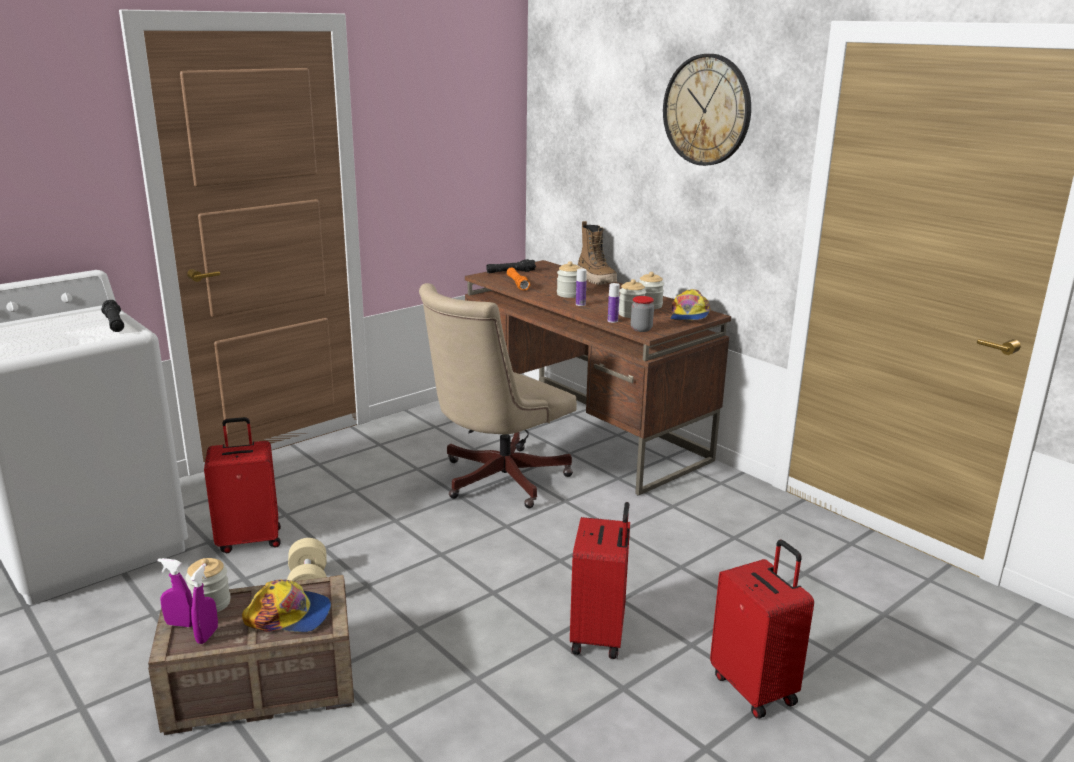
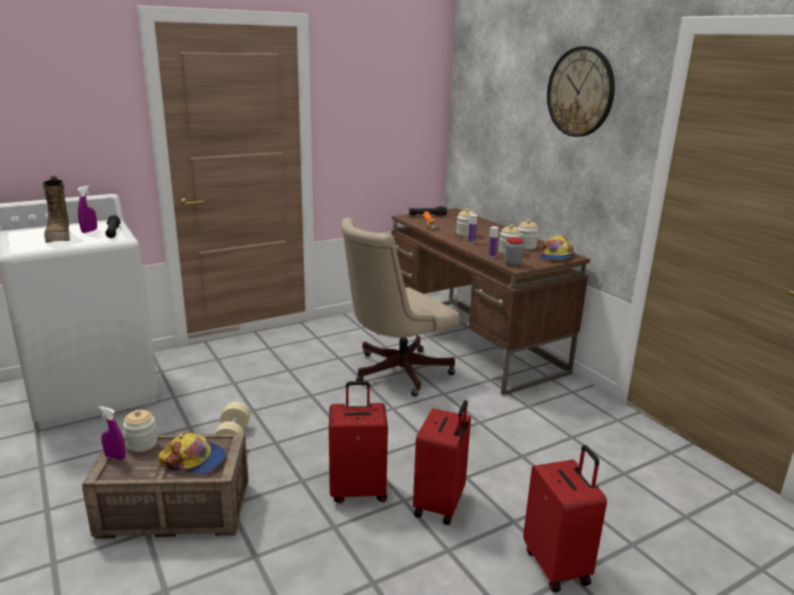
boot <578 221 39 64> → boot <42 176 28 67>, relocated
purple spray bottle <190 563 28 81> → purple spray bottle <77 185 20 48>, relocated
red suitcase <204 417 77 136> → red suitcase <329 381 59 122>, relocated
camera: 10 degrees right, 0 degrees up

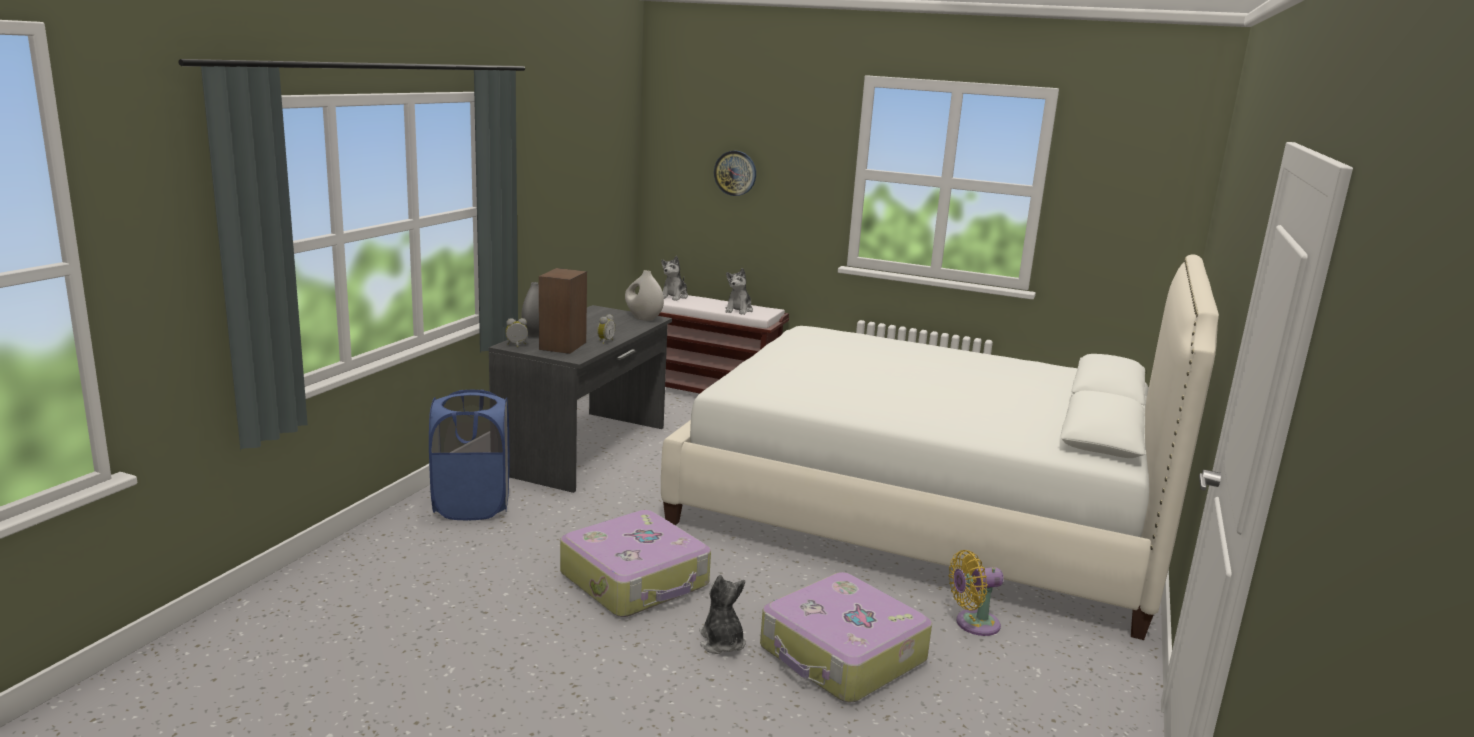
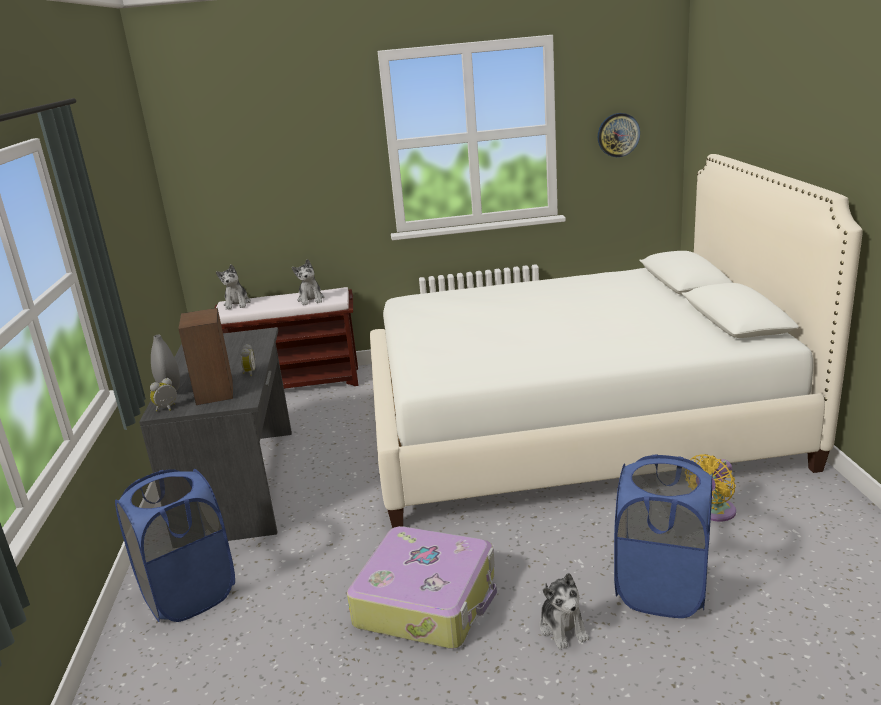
plush toy <699 575 47 79> → plush toy <539 573 50 76>, 150 degrees counterclockwise
wall clock <714 151 42 45> → wall clock <598 113 42 44>, relocated
suitcase <760 572 172 130> → blue laundry basket <614 455 99 163>
white vase <625 270 39 51> → -
camera: 25 degrees left, 5 degrees up

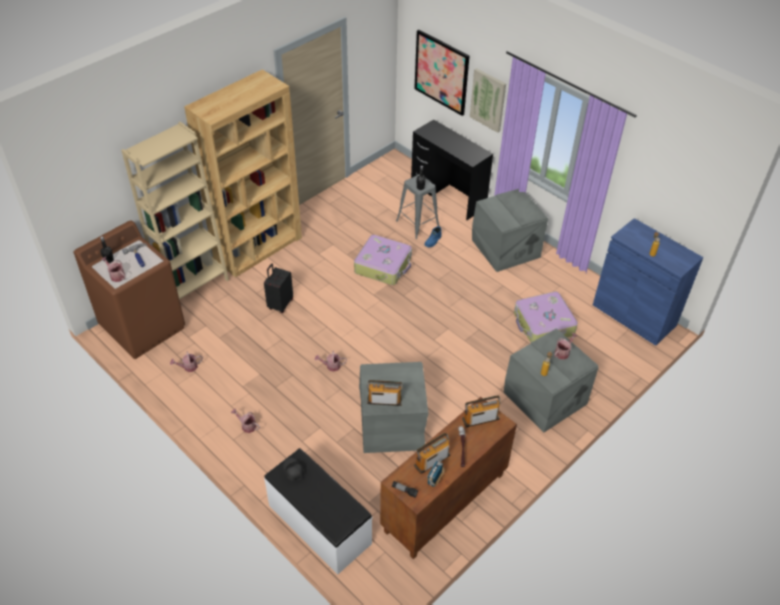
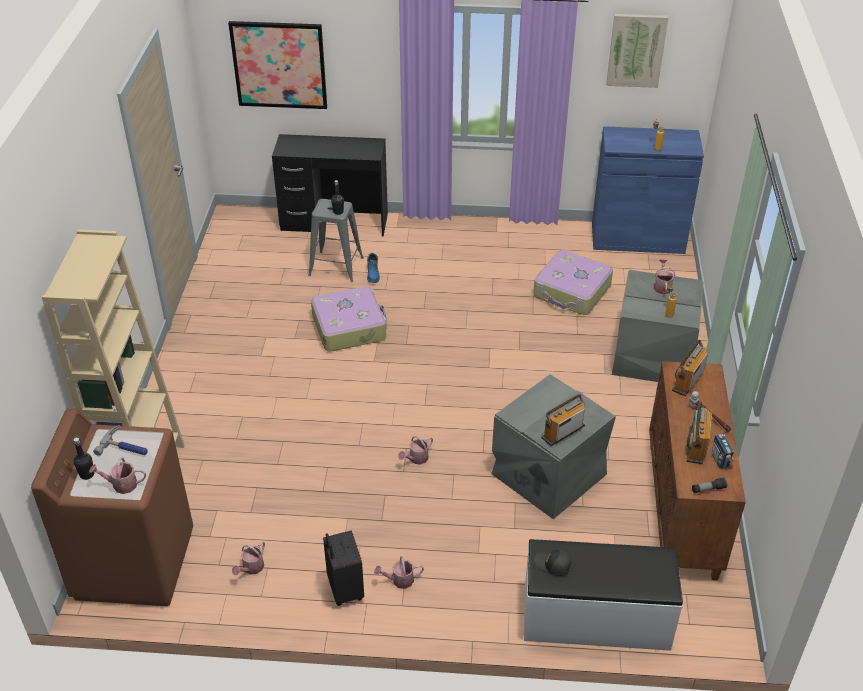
black suitcase <264 264 29 49> → black suitcase <323 531 41 75>, relocated
picture <470 68 36 65> → picture <606 14 62 74>, relocated
brown bookcase <184 69 118 209> → -
grey storage box <472 189 76 83> → -
camera: 40 degrees left, 5 degrees down

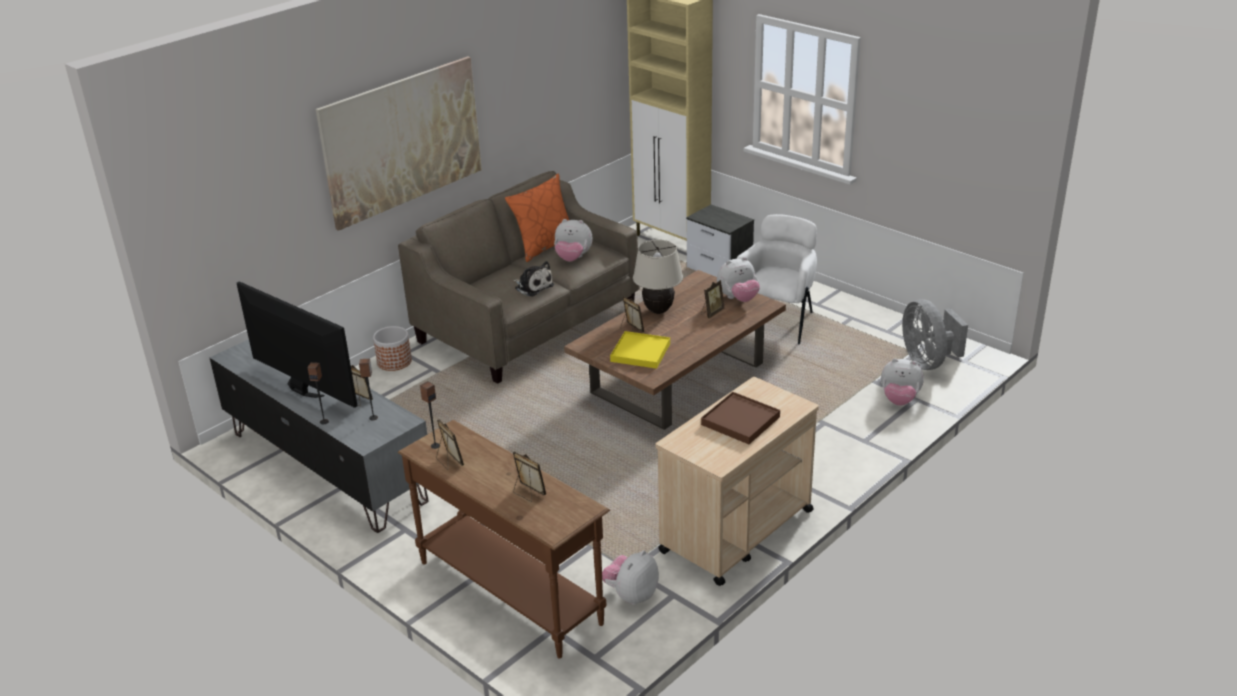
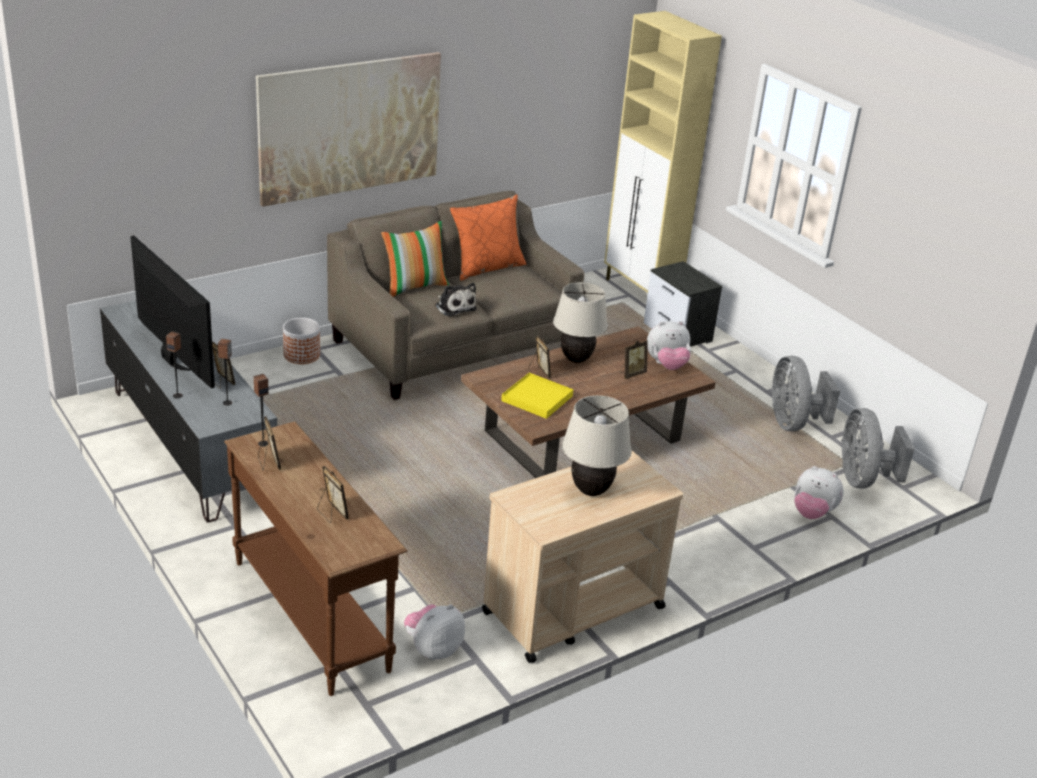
- → pillow <381 221 68 76>
brown tray <701 392 79 52> → beige table lamp <562 395 70 101>
- → grey fan <771 355 69 76>
plush toy <554 219 39 43> → -
white armchair <737 214 80 130> → -
camera: 10 degrees right, 0 degrees up

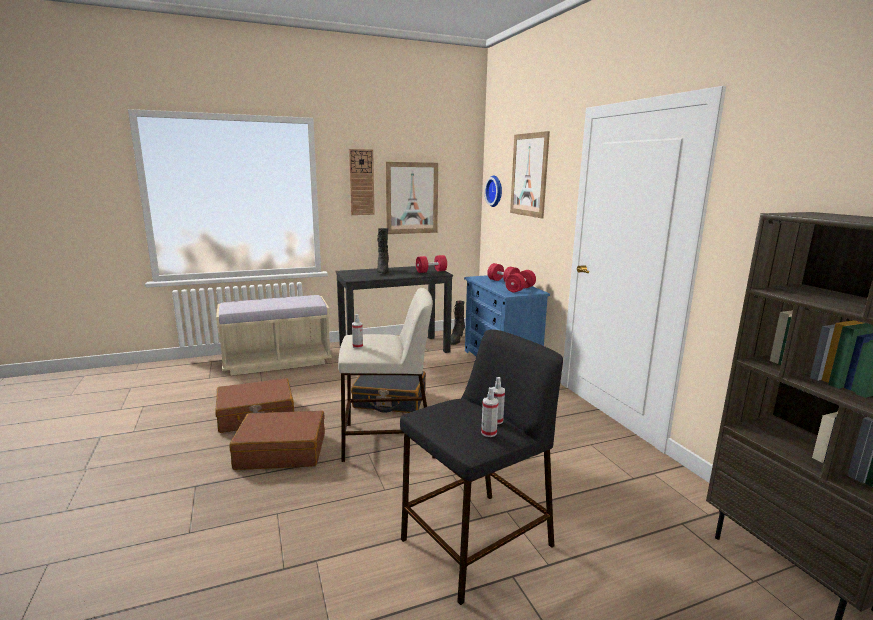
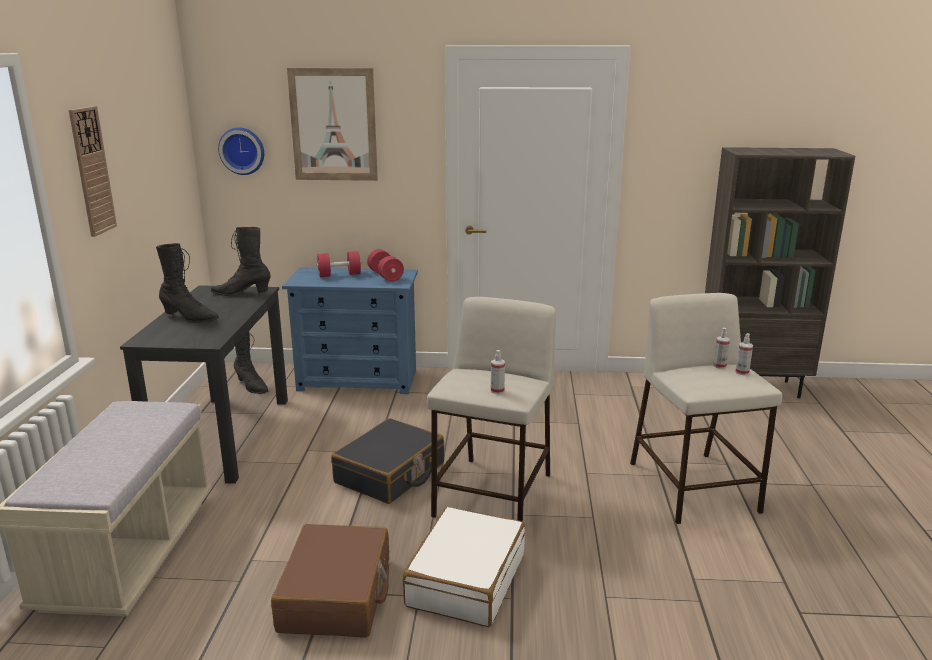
red dumbbell <416 255 31 18> → black boot <211 227 60 69>
brown suitcase <229 410 96 60> → white suitcase <403 507 122 120>
black stool <400 329 163 276> → beige stool <630 293 152 231>
picture <385 162 53 72> → -
camera: 65 degrees left, 5 degrees up

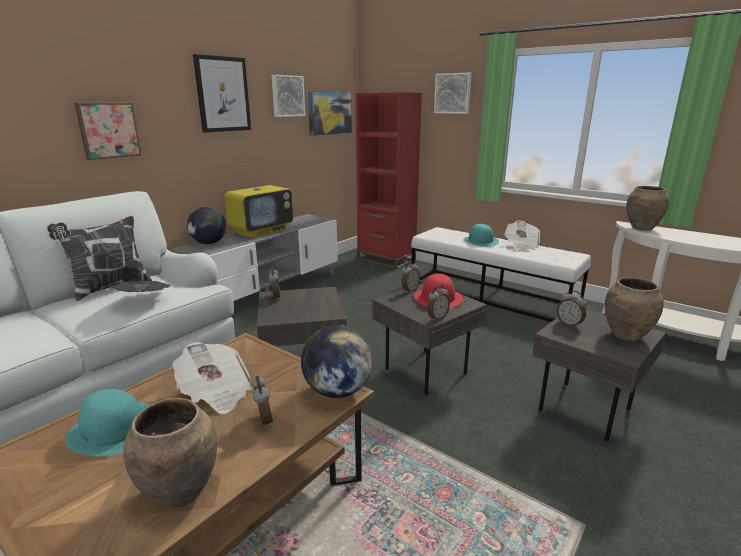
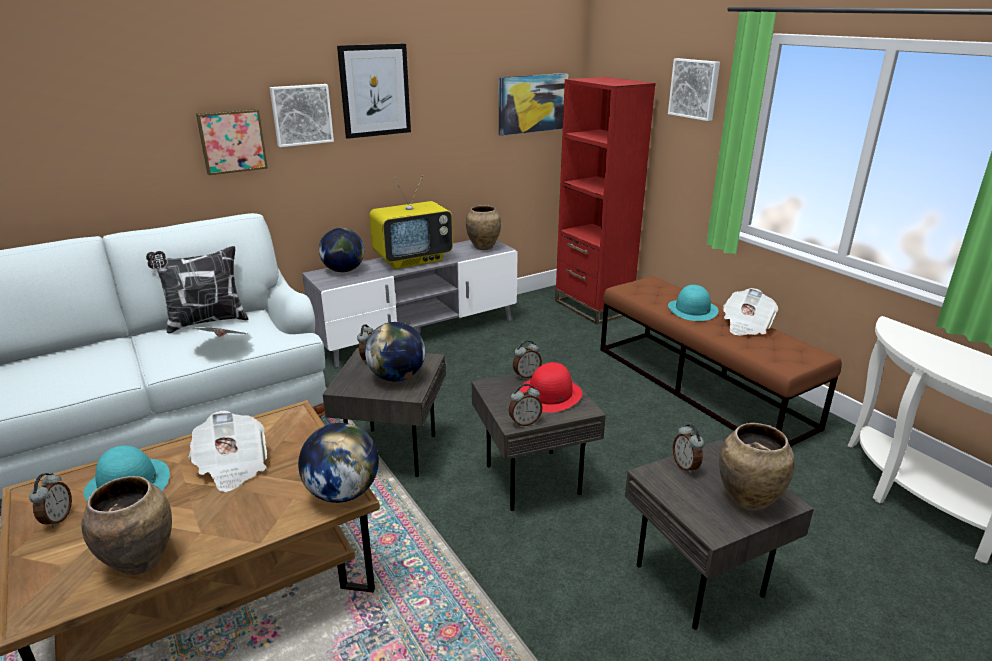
alarm clock <250 376 23 52> → alarm clock <29 473 43 55>, relocated
picture <271 75 34 42> → picture <270 84 64 63>, relocated
- → globe <365 322 60 60>
brown vase <626 186 43 45> → brown vase <466 205 35 45>, relocated
white bench <411 227 180 95> → brown bench <600 276 242 171>
camera: 20 degrees right, 5 degrees up

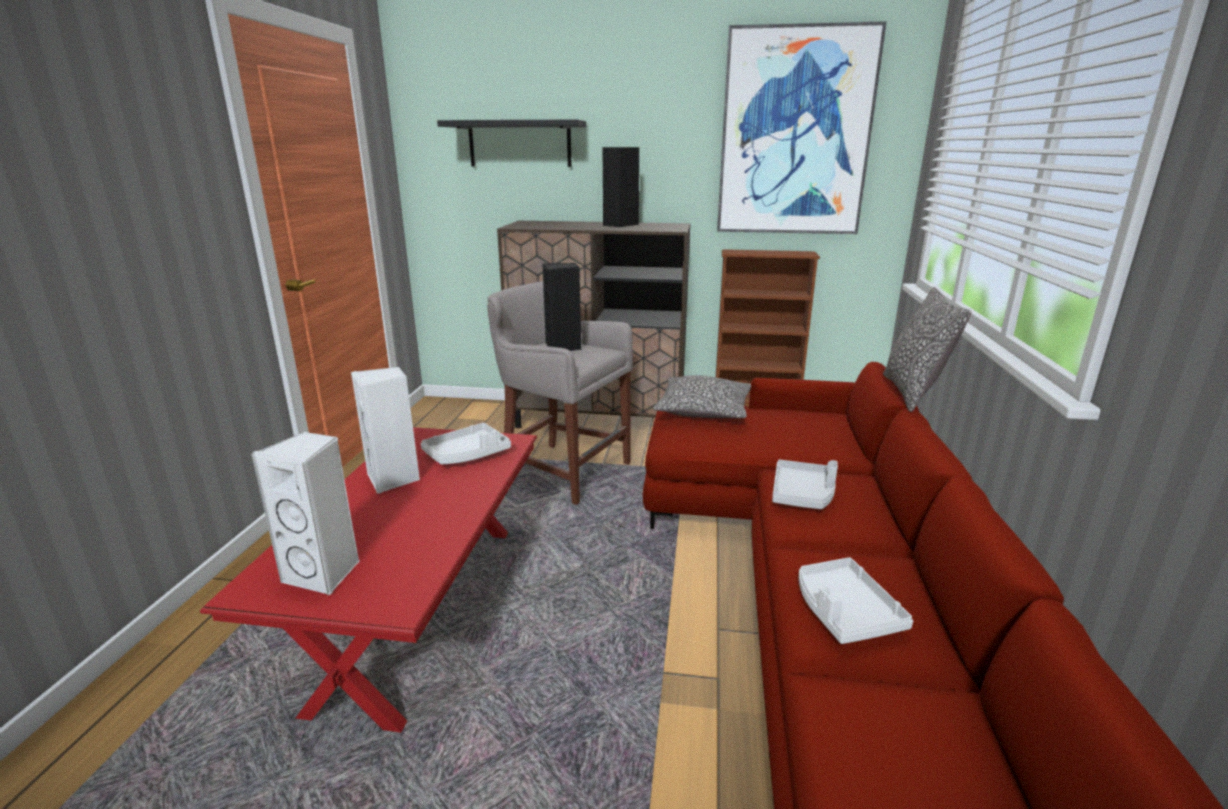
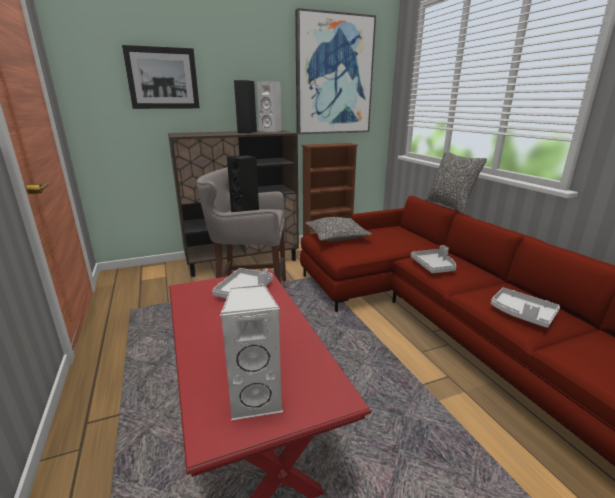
black shelf <437 119 149 48> → picture <122 45 78 64>
white speaker <351 367 69 127> → white speaker <257 81 24 51>, relocated
camera: 30 degrees left, 0 degrees up

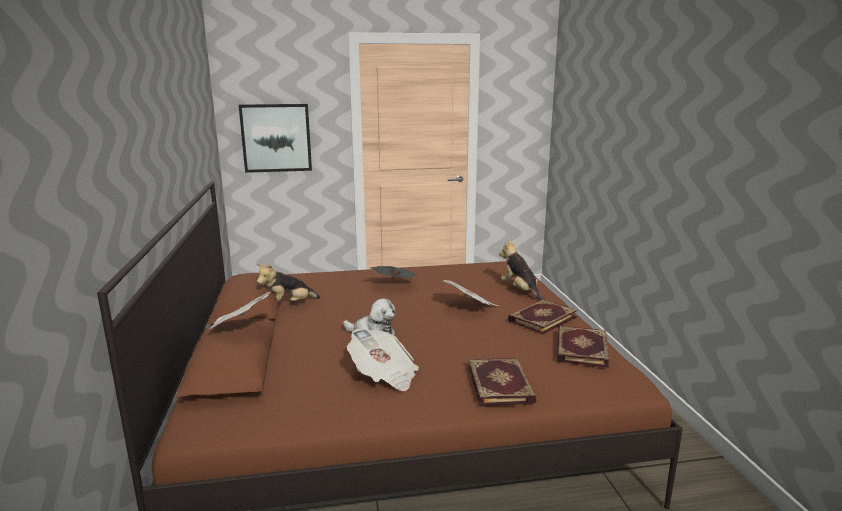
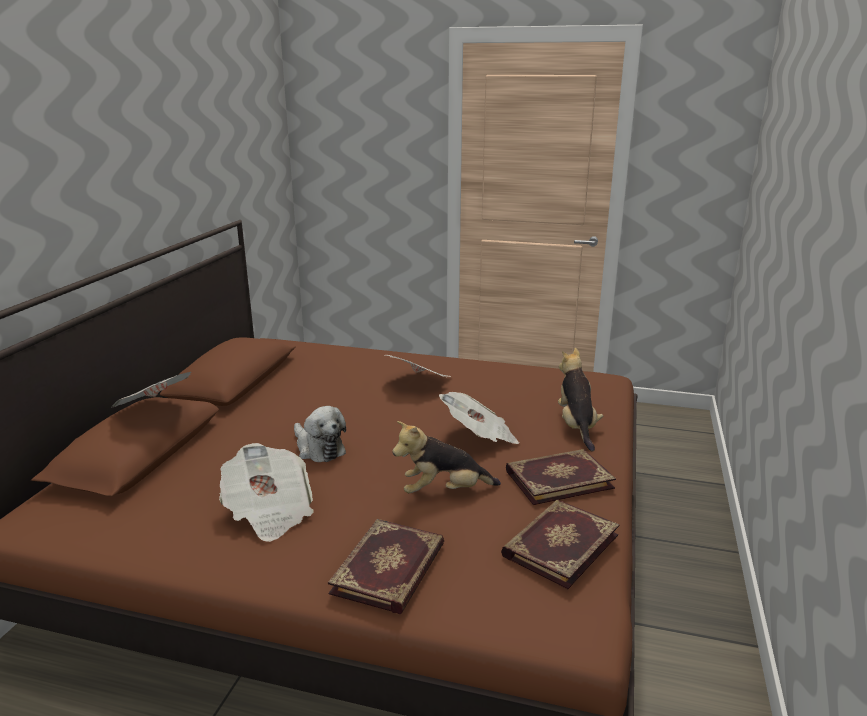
plush toy <257 263 64 39> → plush toy <392 421 109 72>, relocated
picture <239 104 73 69> → -
camera: 25 degrees right, 5 degrees up

